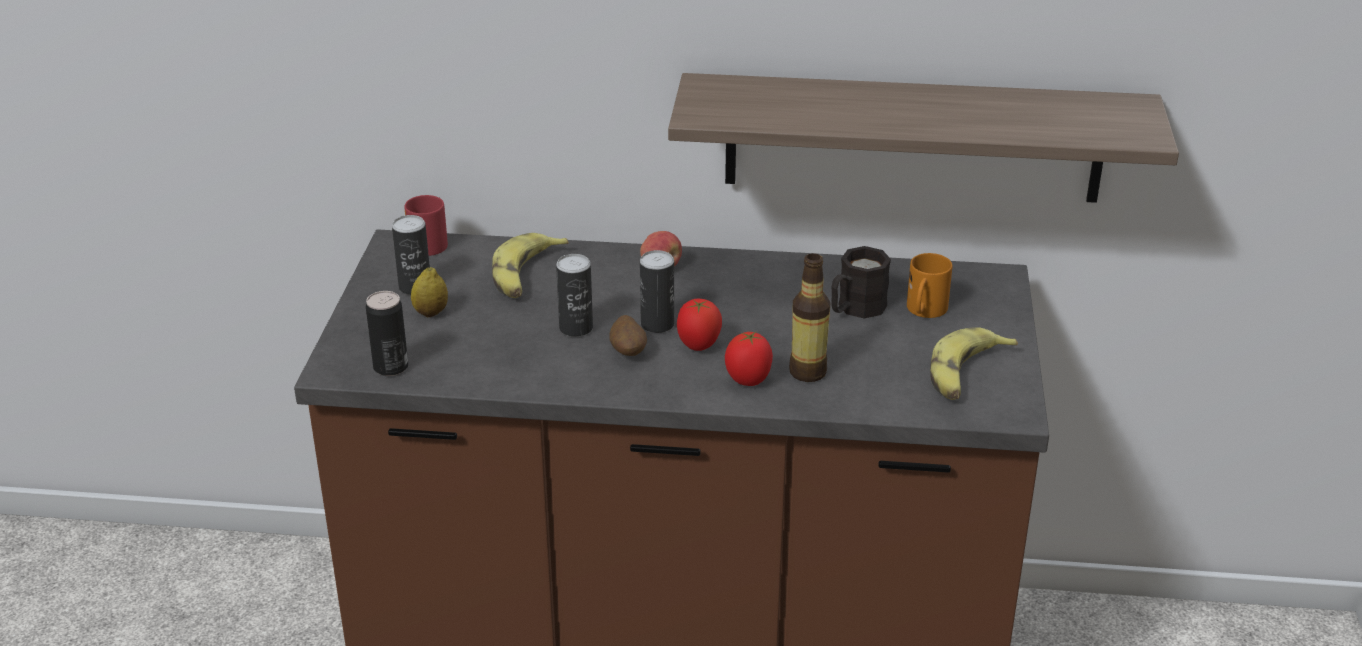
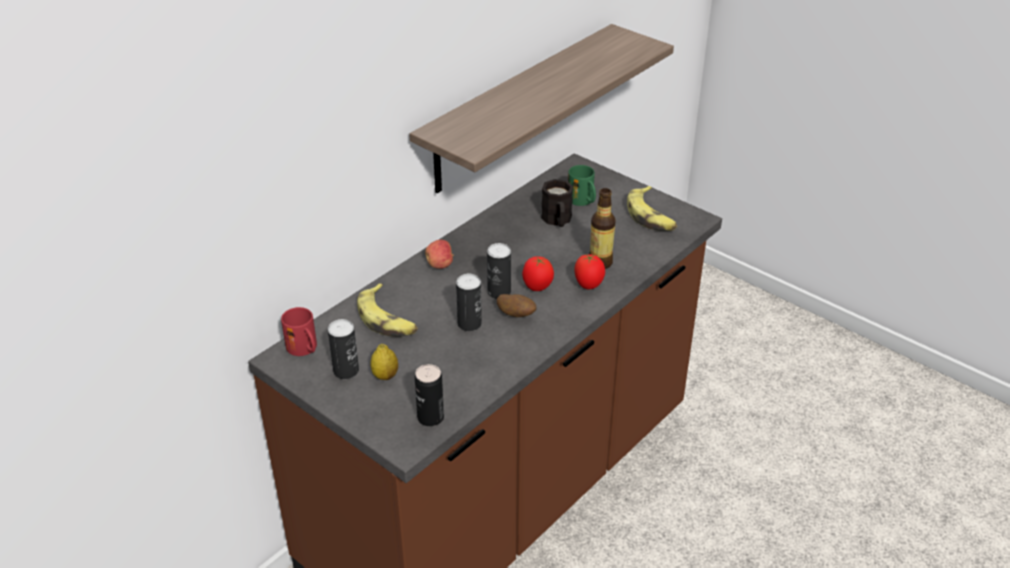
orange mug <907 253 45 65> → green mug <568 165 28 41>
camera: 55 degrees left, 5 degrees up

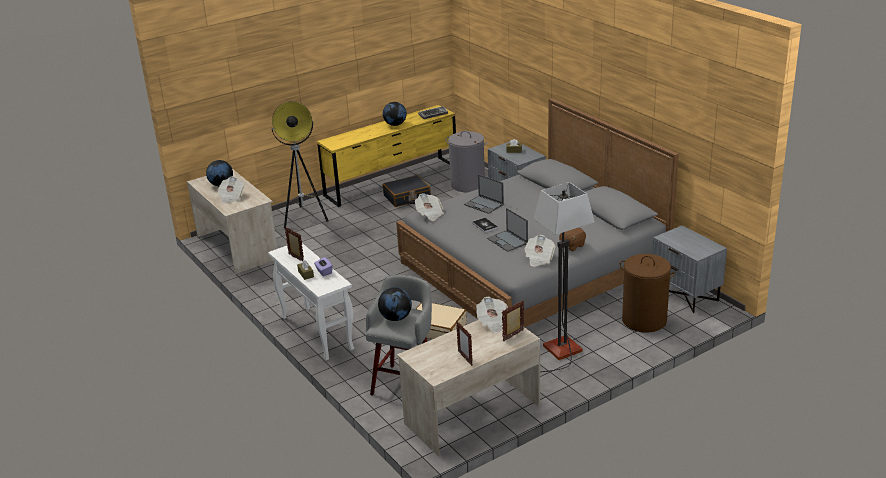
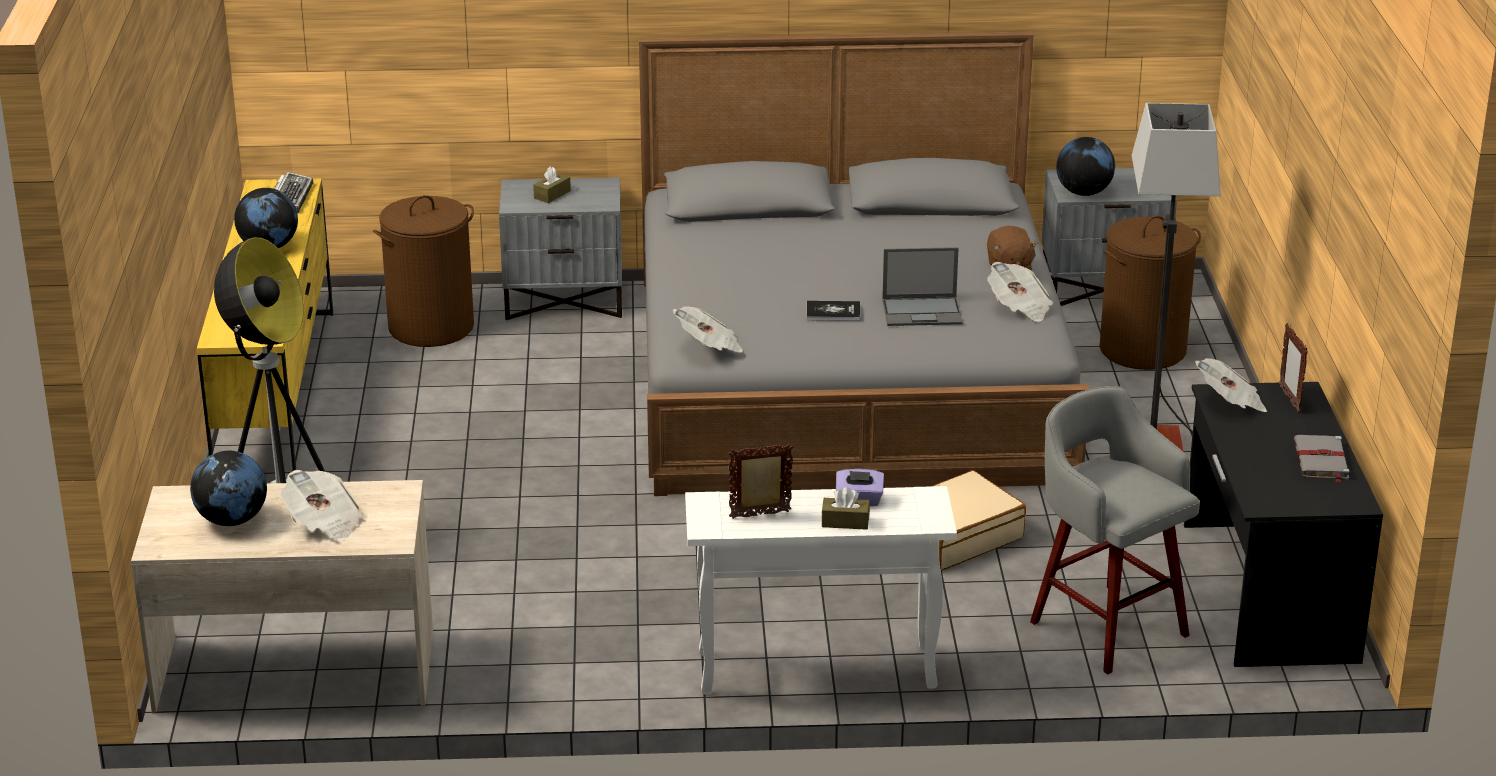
grey laundry basket <446 131 42 61> → brown laundry basket <373 195 101 152>
globe <378 287 34 34> → globe <1056 137 59 59>, relocated
beige desk <397 320 143 136> → black desk <1184 382 199 285>
picture frame <456 321 17 45> → grey book <1294 435 55 47>
black suitcase <383 175 48 32> → -
laptop <464 174 40 40> → -
camera: 60 degrees left, 0 degrees up

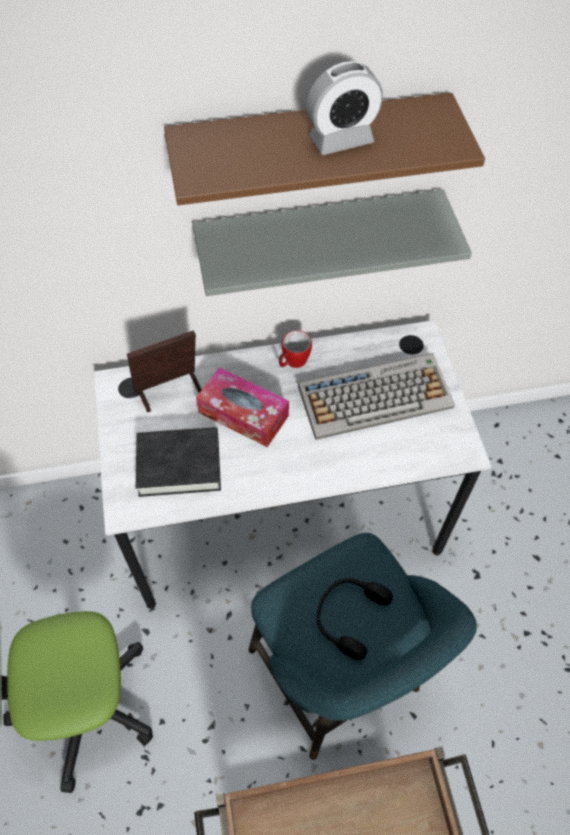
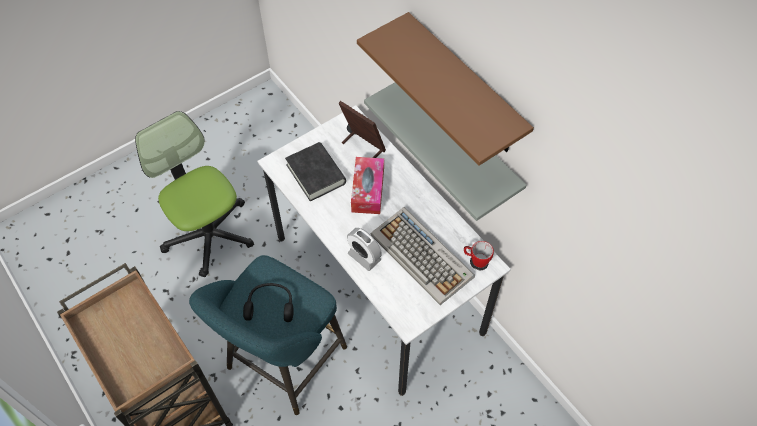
alarm clock <306 61 77 94> → alarm clock <347 228 35 43>, relocated
mug <279 330 33 38> → mug <464 241 30 27>, relocated
camera: 65 degrees right, 0 degrees up

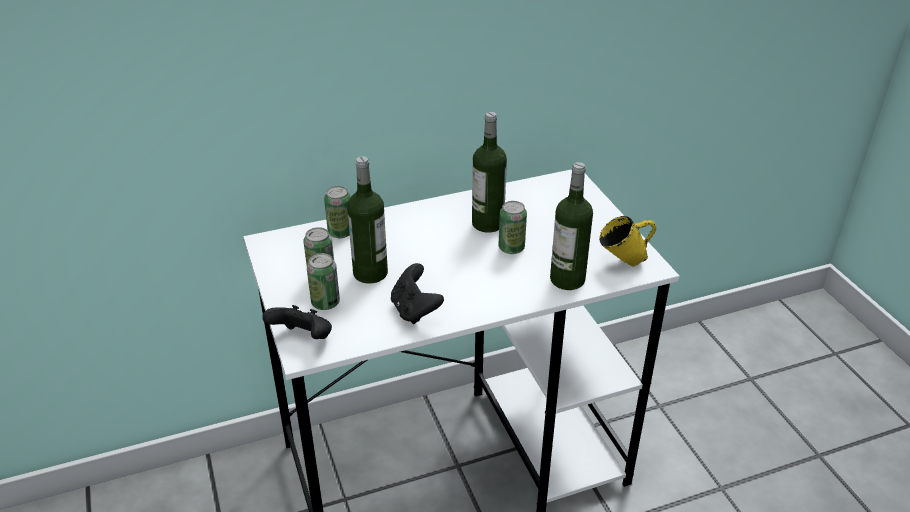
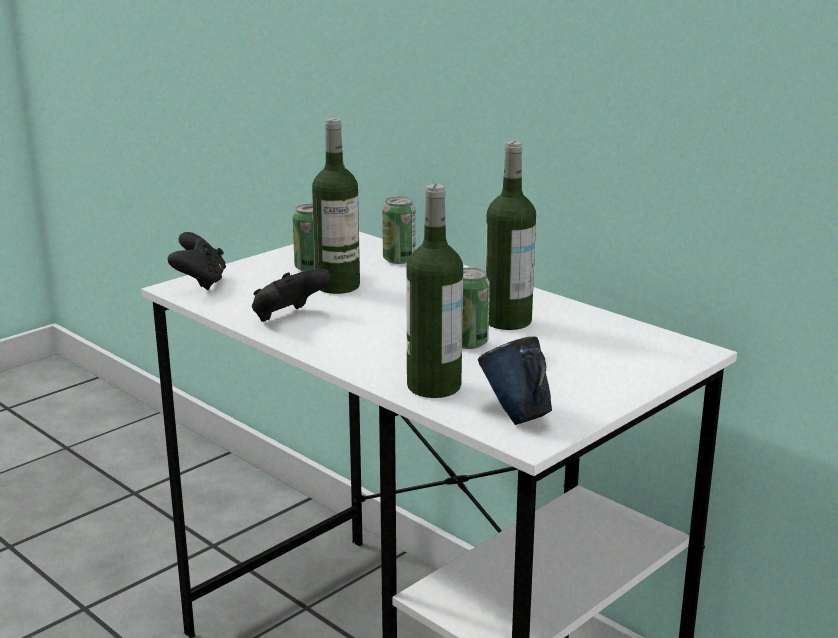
yellow mug <599 216 57 51> → blue mug <478 337 74 88>
can <307 253 33 57> → -
camera: 65 degrees right, 15 degrees down

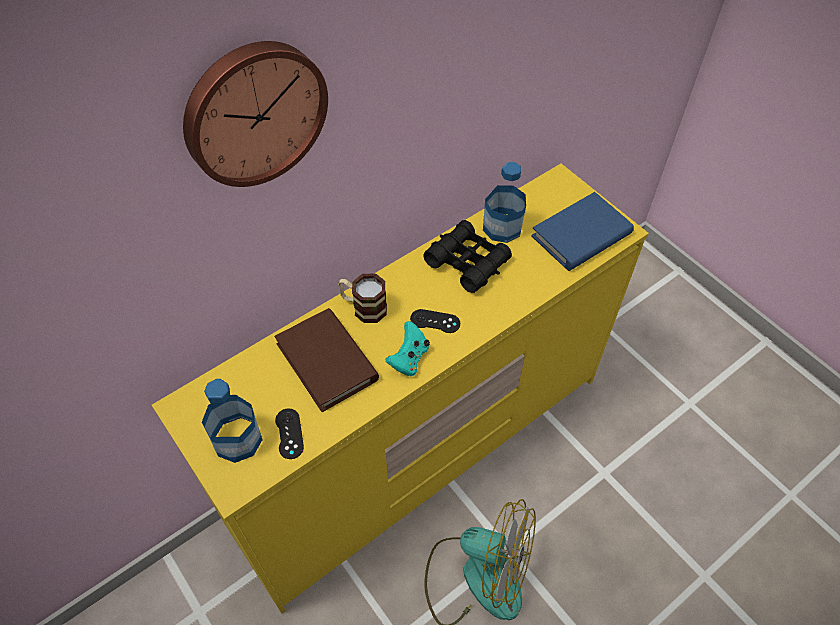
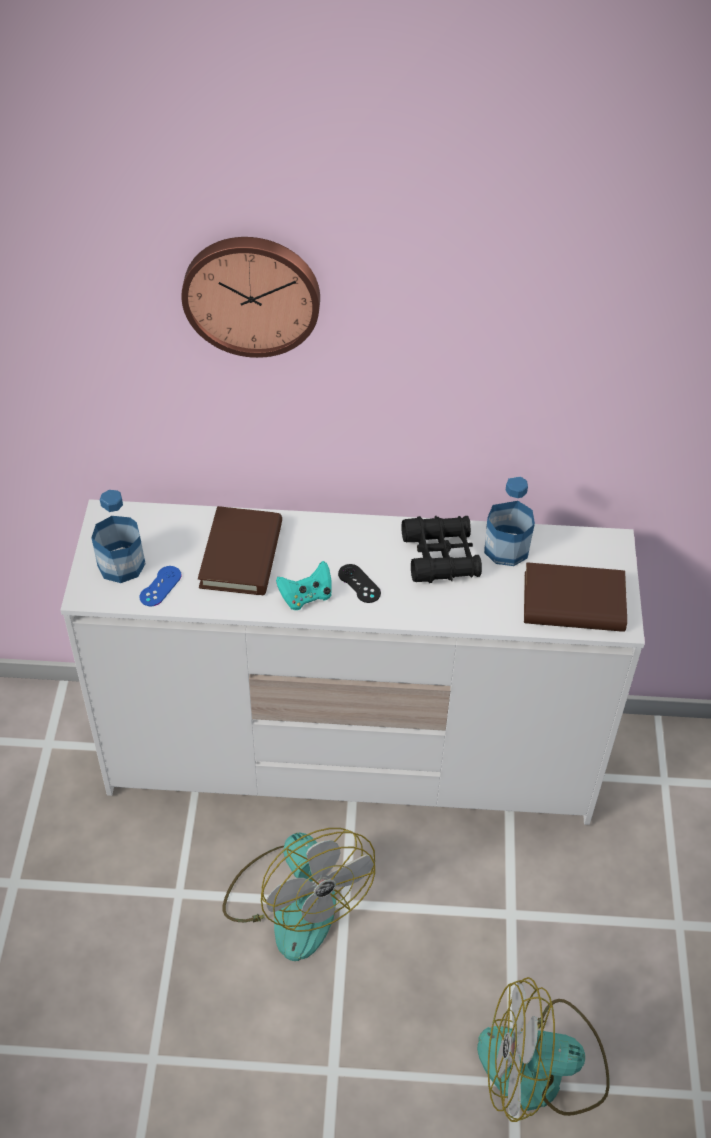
yellow dresser <152 164 497 450> → white dresser <60 499 585 326>
black game controller <275 409 29 50> → blue game controller <139 566 43 40>
- → fan <477 977 132 145>
blue book <531 192 103 79> → brown book <524 562 103 70>
mug <338 274 49 49> → -
camera: 40 degrees right, 5 degrees down

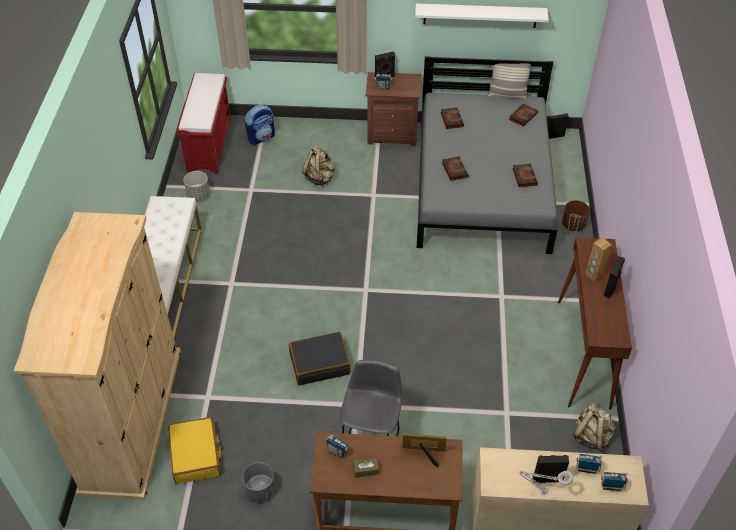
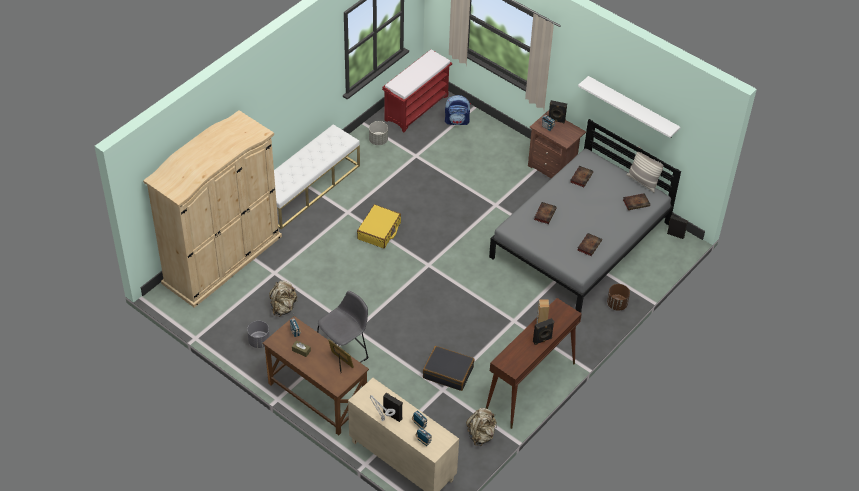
beige backpack <302 146 33 40> → beige backpack <269 280 29 37>, relocated
yellow suitcase <168 417 53 67> → yellow suitcase <357 204 44 44>, relocated
black suitcase <289 332 62 53> → black suitcase <423 346 52 45>, relocated
camera: 35 degrees right, 0 degrees up

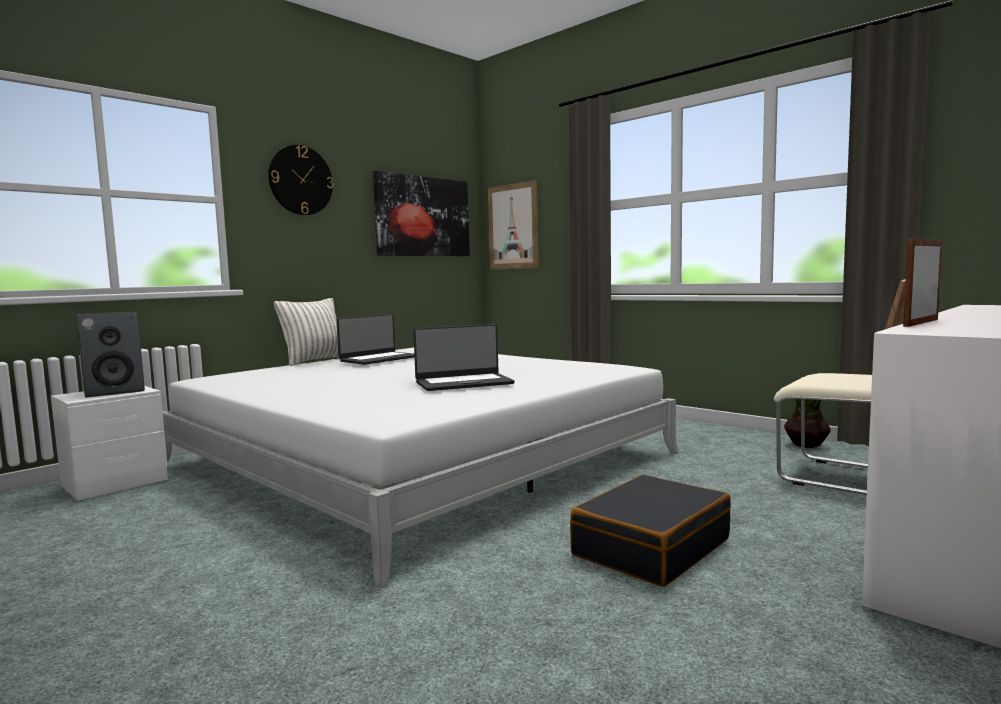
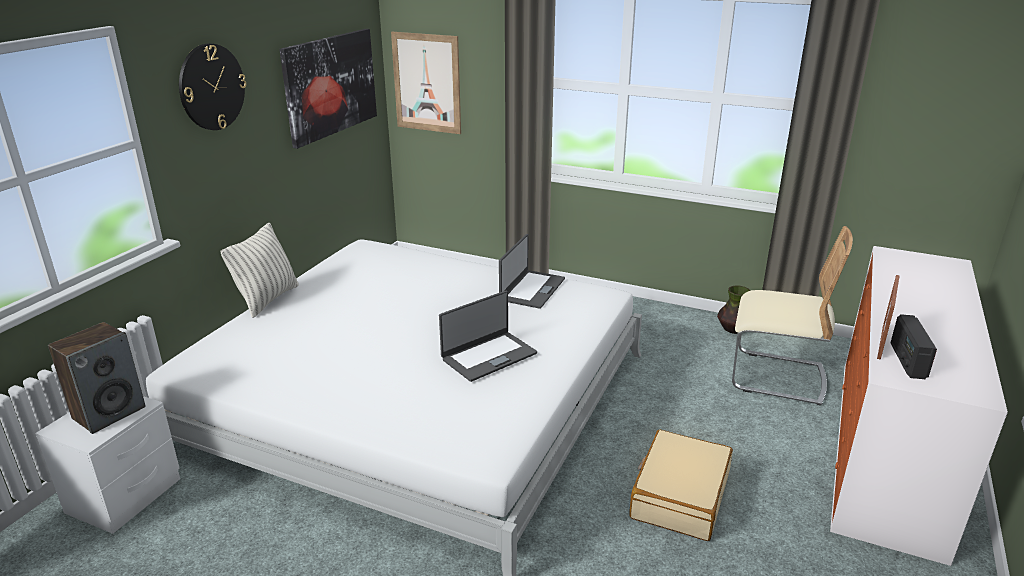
laptop <336 314 79 51> → laptop <499 234 66 75>, relocated
black suitcase <570 475 161 112> → beige suitcase <629 430 104 111>
- → radio <890 314 47 65>
camera: 20 degrees left, 20 degrees up

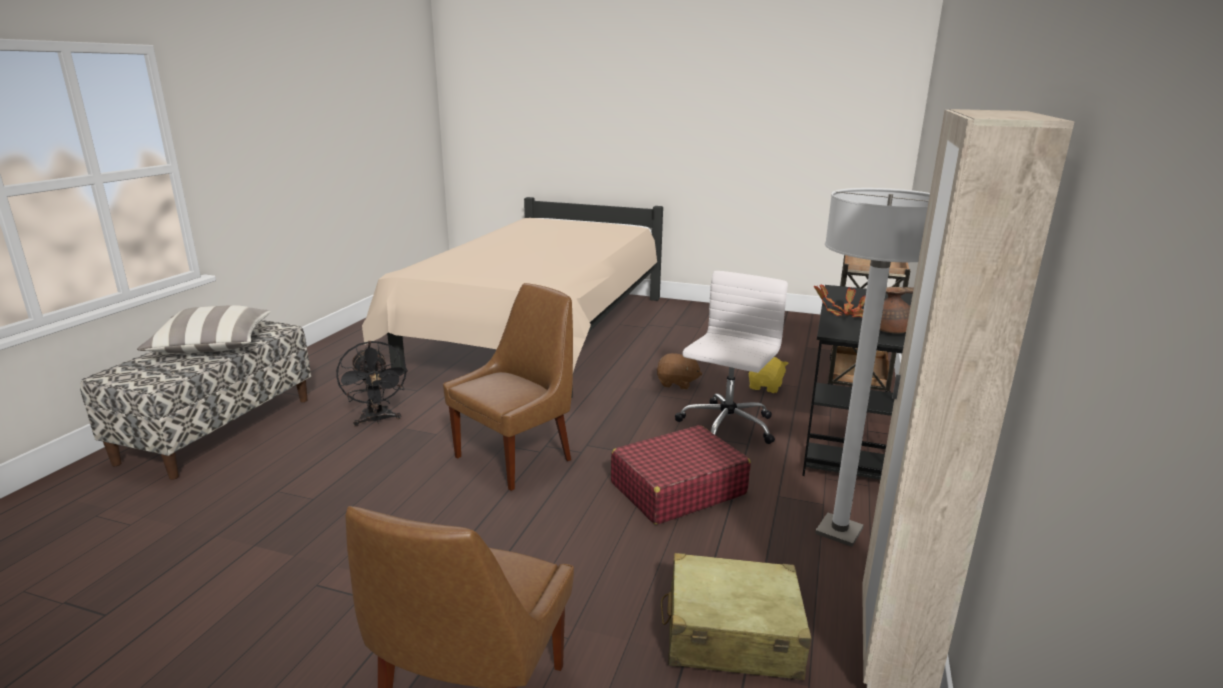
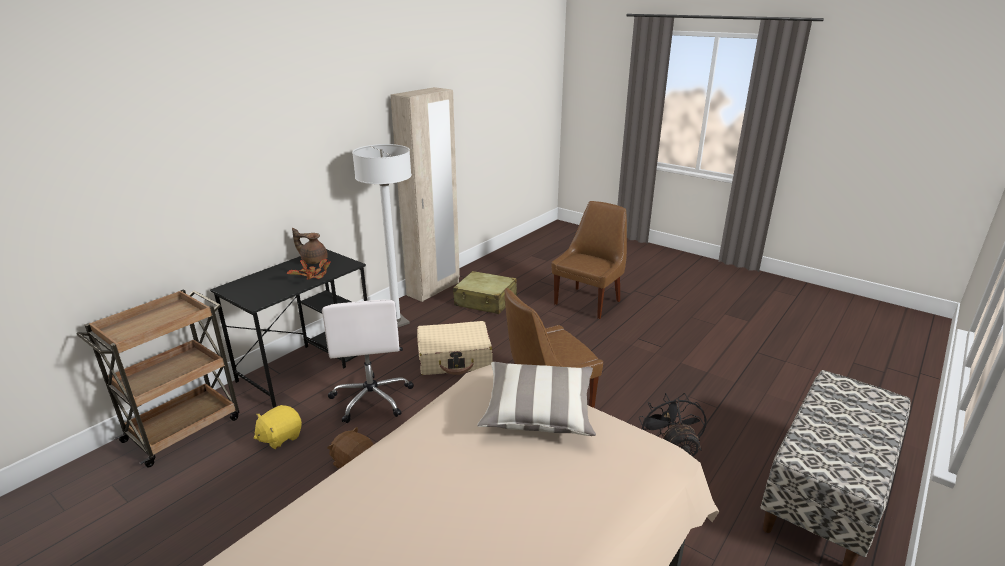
white office chair <675 271 113 173> → white office chair <322 299 92 124>, 60 degrees counterclockwise
red suitcase <611 425 140 100> → beige suitcase <417 321 76 54>
pillow <137 305 134 49> → pillow <477 362 119 74>, relocated
camera: 160 degrees left, 5 degrees up

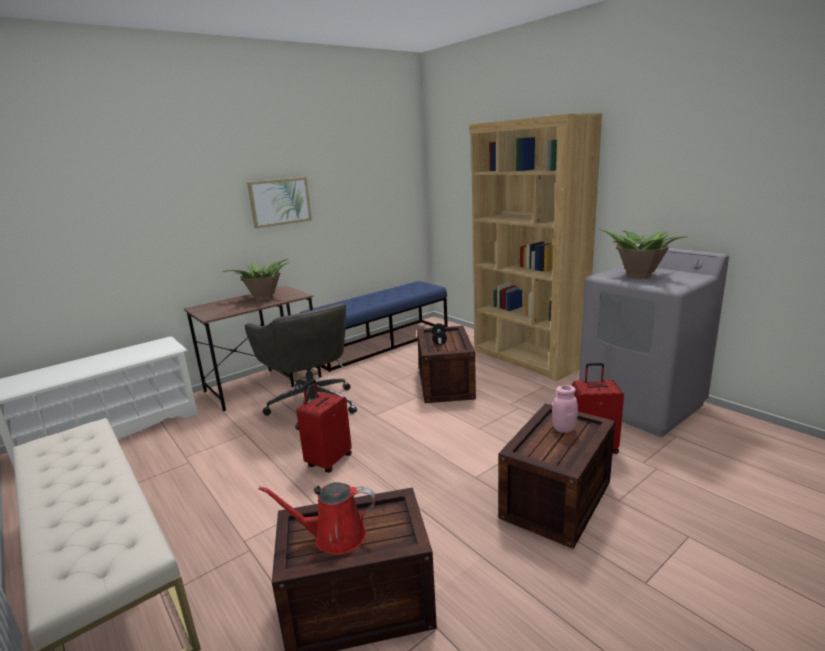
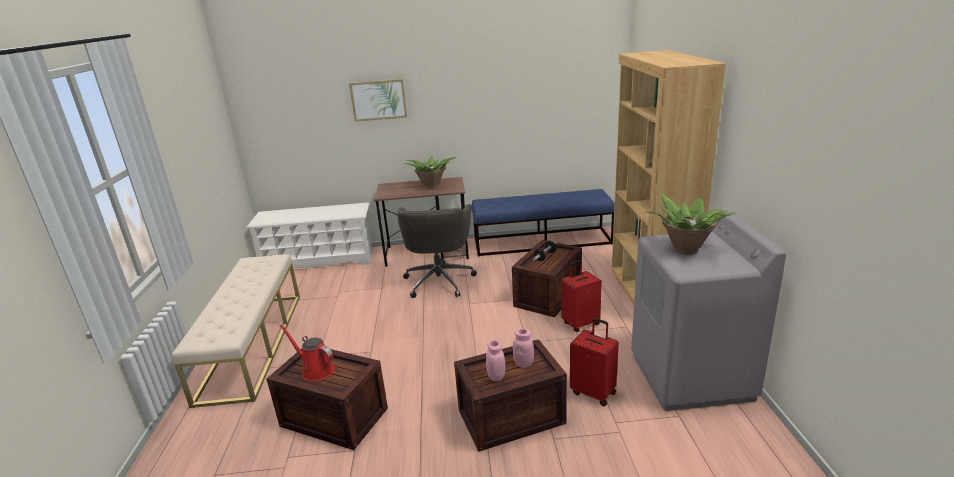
picture <247 177 65 51> → picture <349 79 58 43>, relocated
- → pink jar <486 340 19 41>
red suitcase <296 379 56 94> → red suitcase <561 260 41 72>, relocated
camera: 35 degrees right, 5 degrees up

